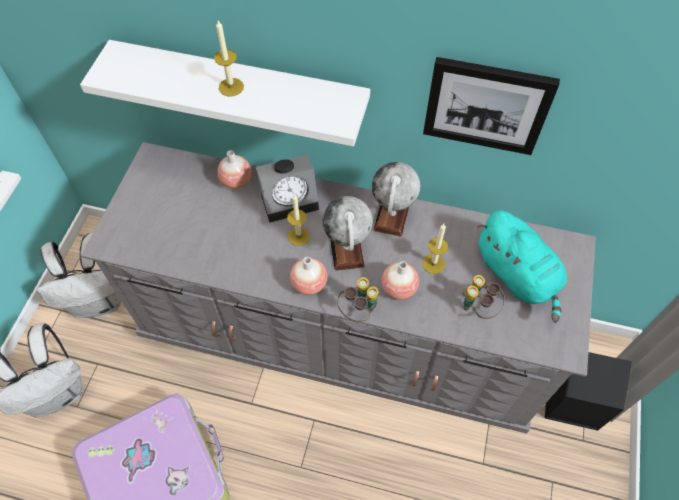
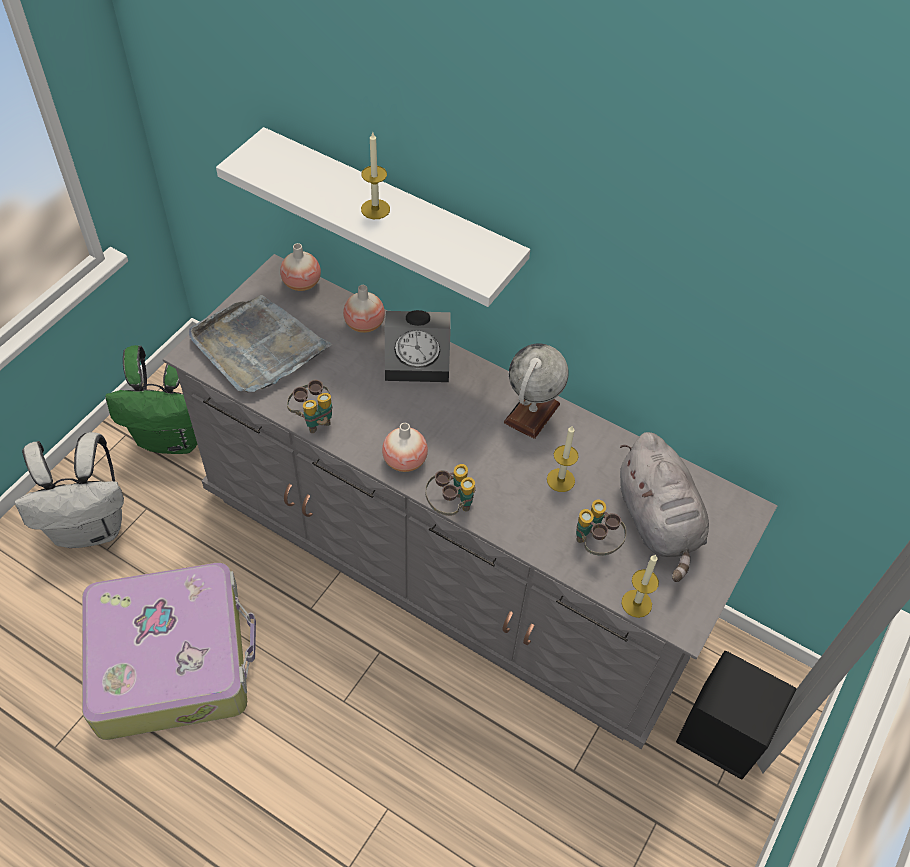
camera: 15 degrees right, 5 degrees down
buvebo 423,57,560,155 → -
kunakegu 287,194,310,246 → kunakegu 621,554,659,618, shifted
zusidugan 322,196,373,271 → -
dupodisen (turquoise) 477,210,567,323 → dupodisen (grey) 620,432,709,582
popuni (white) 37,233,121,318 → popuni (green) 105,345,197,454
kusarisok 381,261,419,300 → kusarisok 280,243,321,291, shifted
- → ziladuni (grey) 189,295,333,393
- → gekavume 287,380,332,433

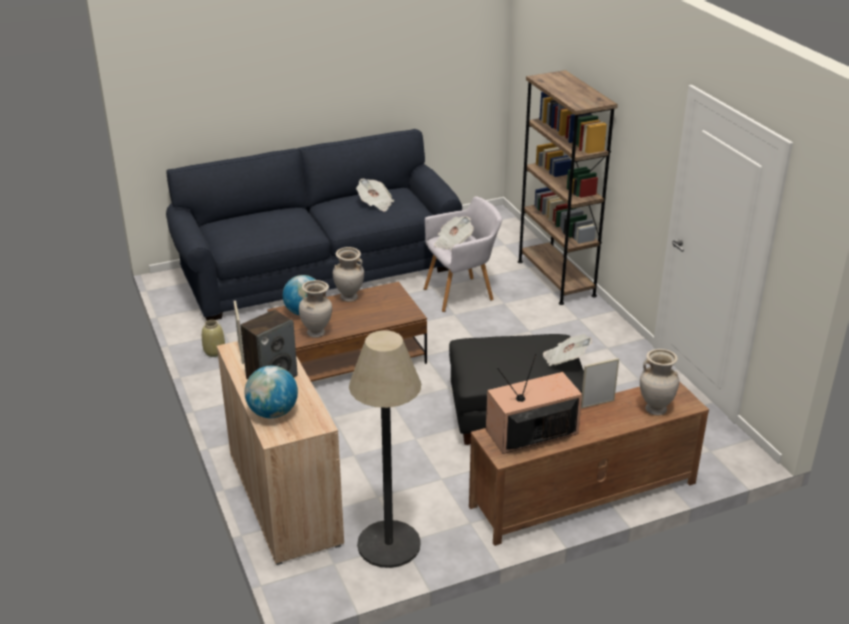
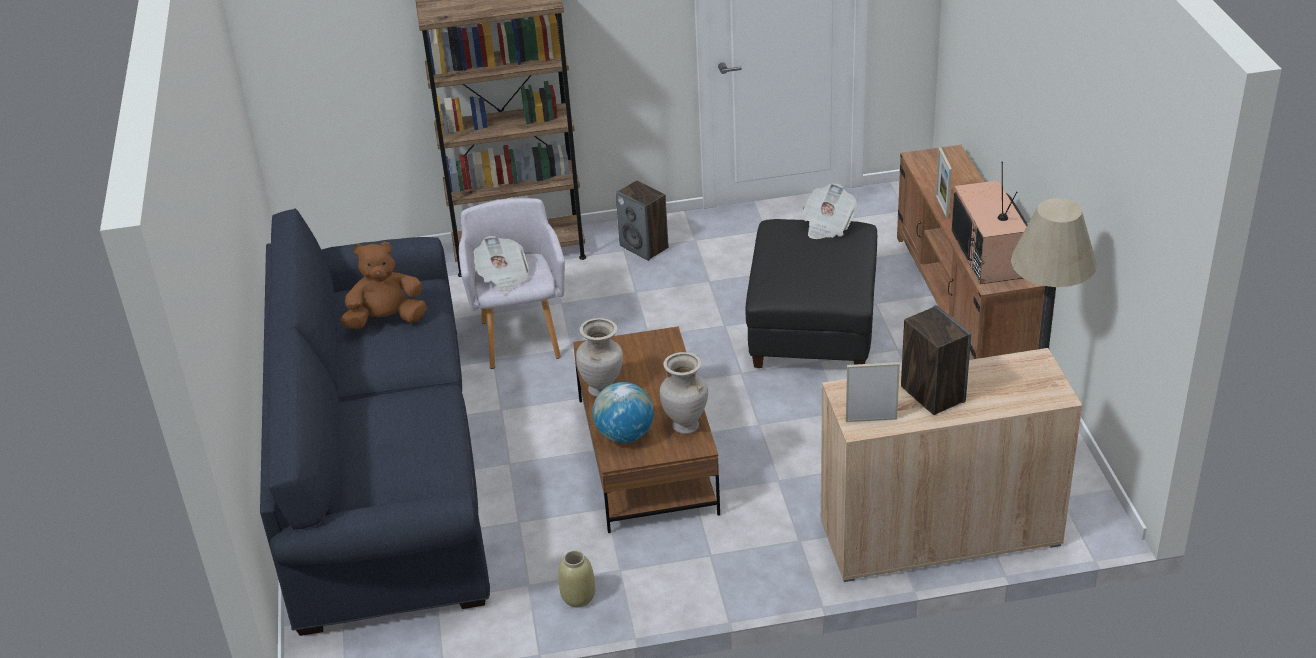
camera: 75 degrees left, 5 degrees up
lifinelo 356,179,394,211 → dupodisen (brown) 341,242,427,329
kusarisok (beige) 640,349,679,416 → -
zusidugan 245,366,298,418 → -
- → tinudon 616,180,669,261

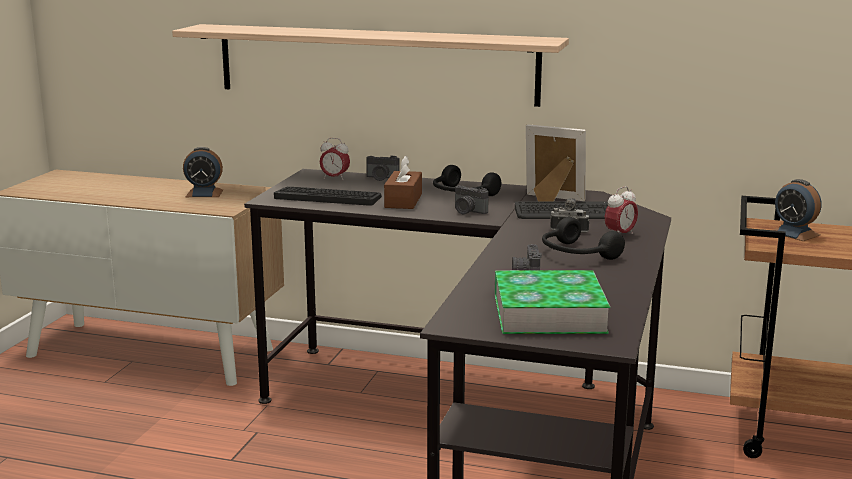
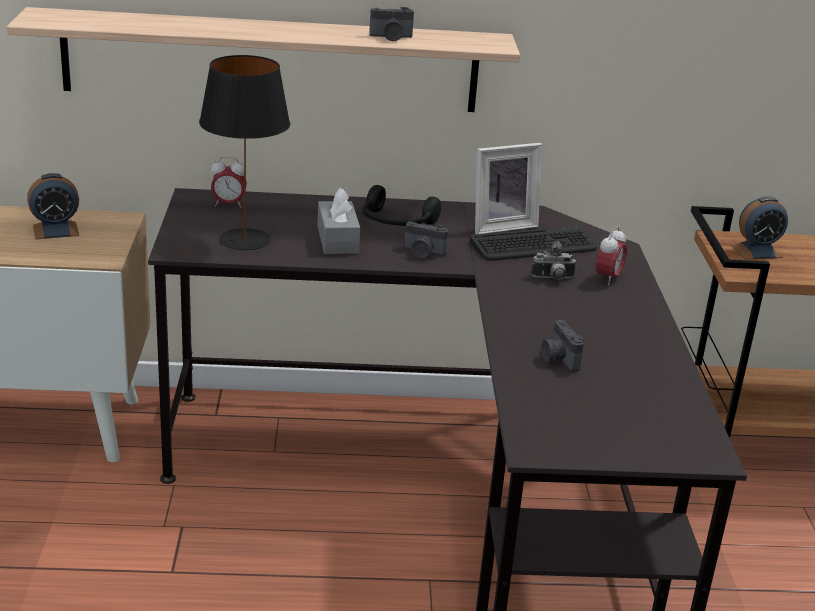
camera: 20 degrees left, 10 degrees up
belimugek 526,124,586,201 → belimugek 475,143,542,234, 150 degrees clockwise
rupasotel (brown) 384,155,422,209 → rupasotel (grey) 317,188,360,254
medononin 366,156,400,181 → medononin 369,7,414,41, shifted
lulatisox 773,179,822,241 → lulatisox 731,196,788,260, 45 degrees counterclockwise
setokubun 274,187,382,206 → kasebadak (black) 199,55,290,250
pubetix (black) 542,217,625,260 → -
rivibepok 494,270,610,334 → -

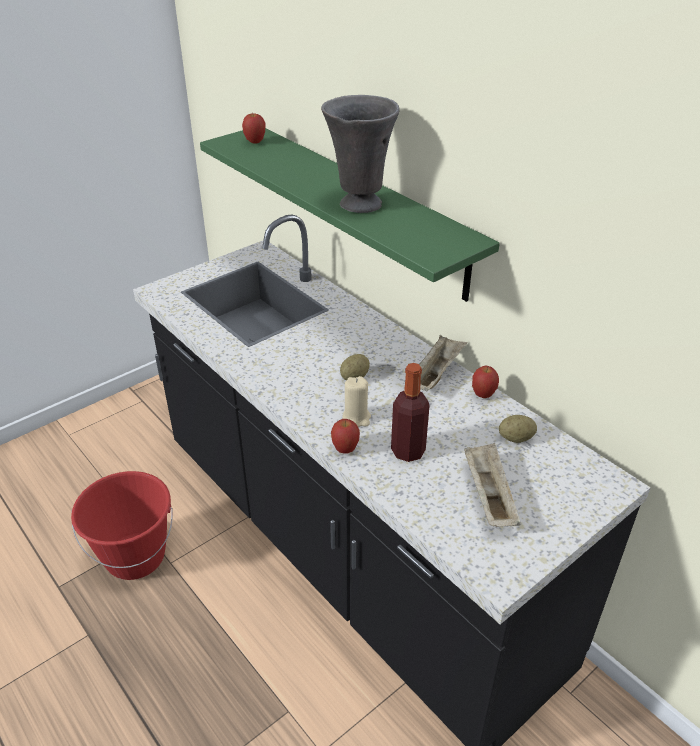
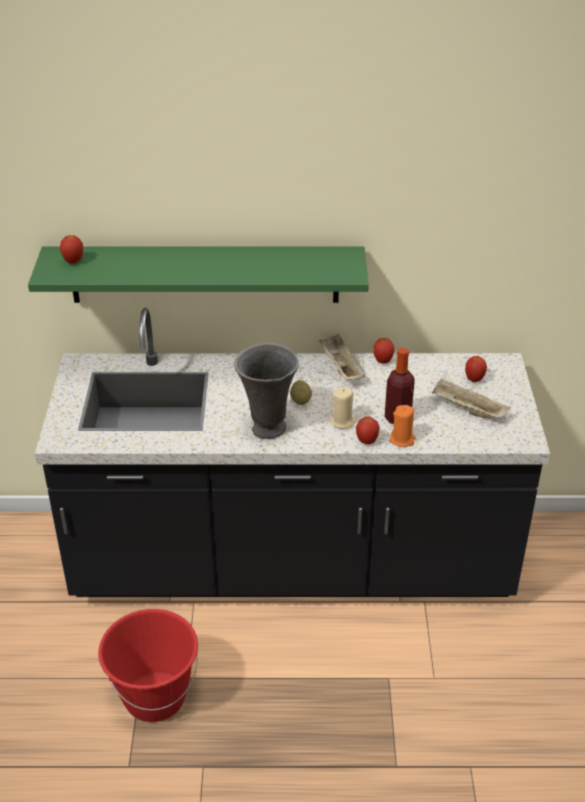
camera: 50 degrees left, 0 degrees up
kusarisok (grey) 321,95,400,213 → kusarisok (grey) 234,343,299,439, shifted
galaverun 499,415,537,443 → -
- → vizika 465,356,487,382
- → kunakegu (orange) 389,405,416,447

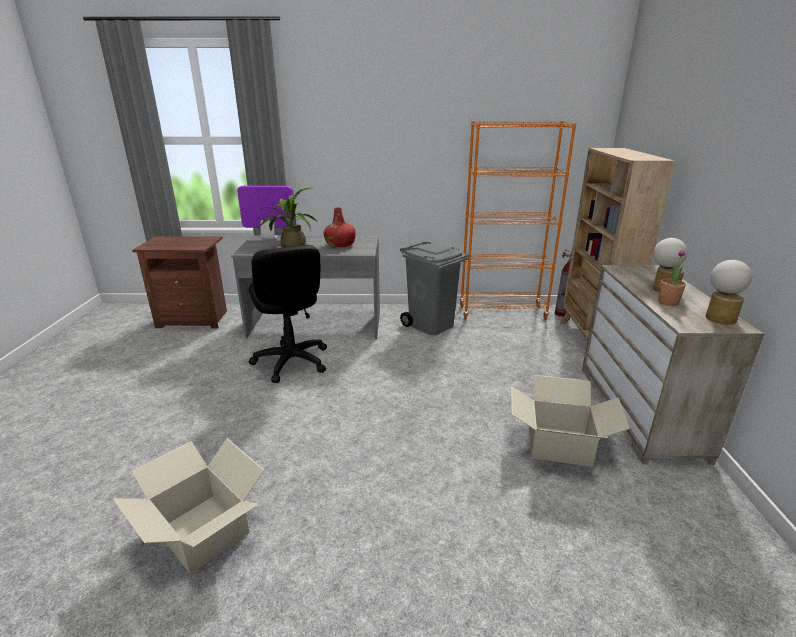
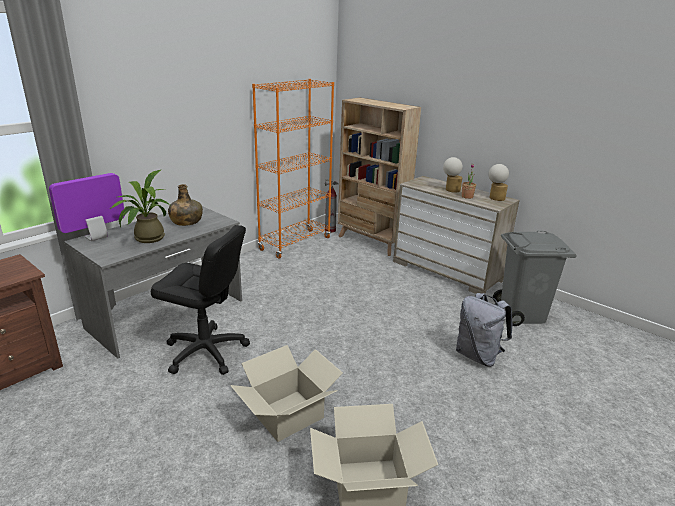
camera: 50 degrees left, 0 degrees up
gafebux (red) 324,207,356,247 → gafebux (green) 168,184,203,226
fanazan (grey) 400,242,469,335 → fanazan (grey) 493,231,577,326, shifted
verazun 511,375,630,467 → verazun 230,345,343,442, shifted
- → popuni (grey) 456,293,512,367

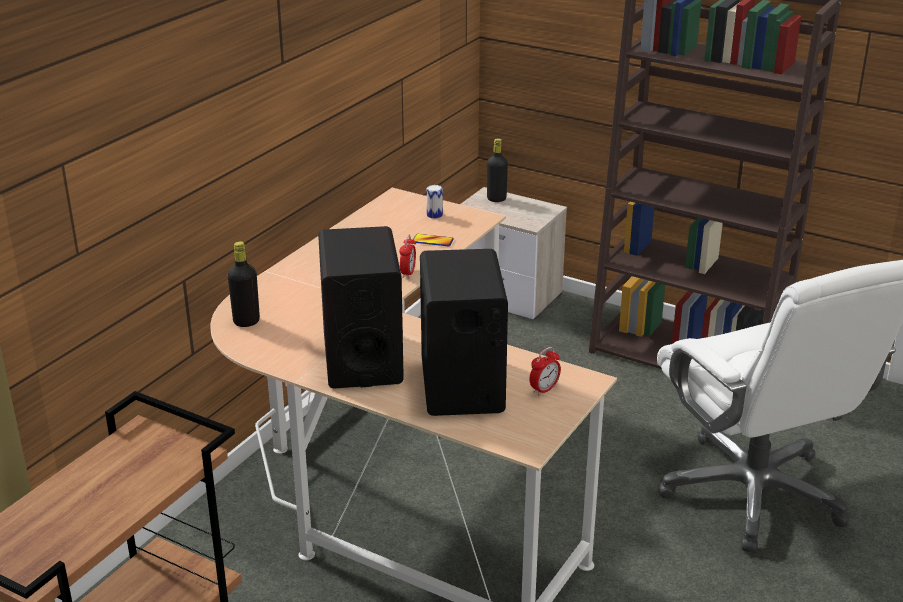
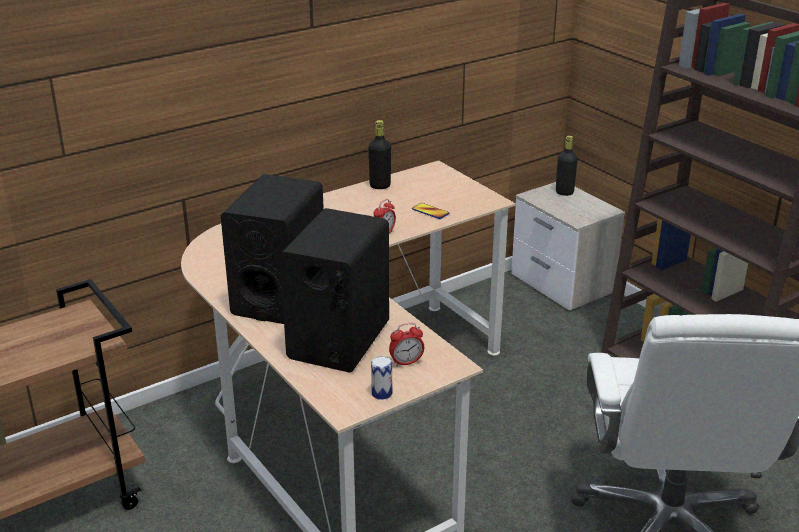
camera: 25 degrees right, 0 degrees up
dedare 427,185,443,219 → dedare 371,356,392,400, shifted
gafebux (black) 228,241,260,327 → gafebux (black) 368,120,391,189, shifted

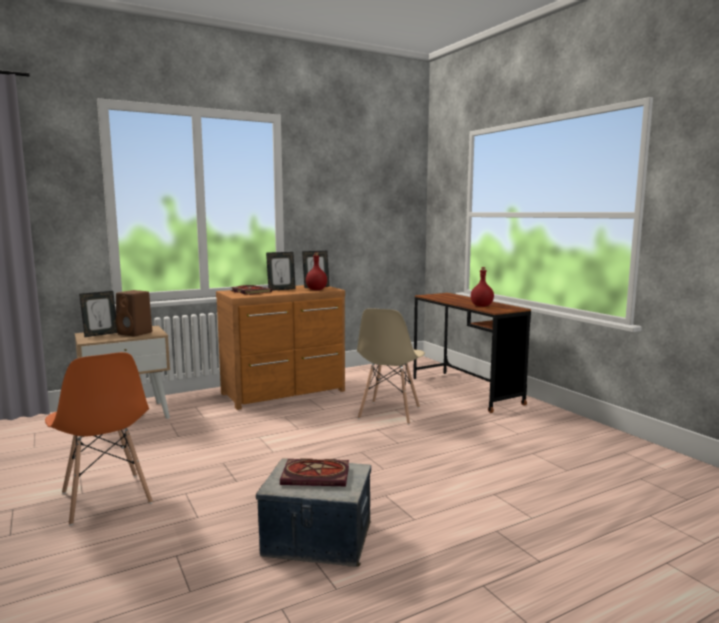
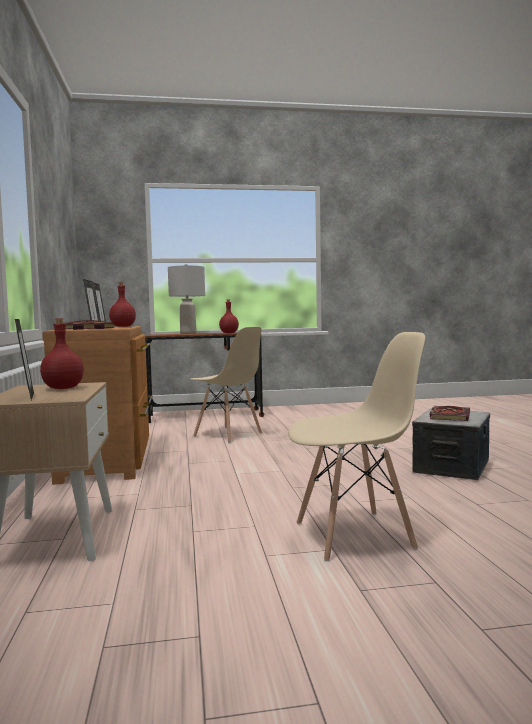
camera: 70 degrees left, 5 degrees down
tinudon (brown) 116,290,152,337 → gafebux (red) 40,318,84,389
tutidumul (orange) 45,352,153,526 → tutidumul (beige) 288,332,425,561
- → kasebadak (grey) 168,264,205,334

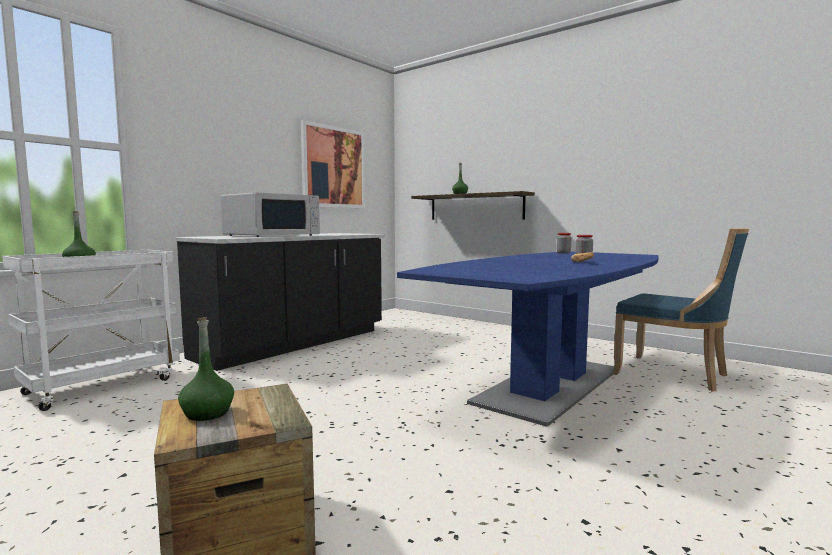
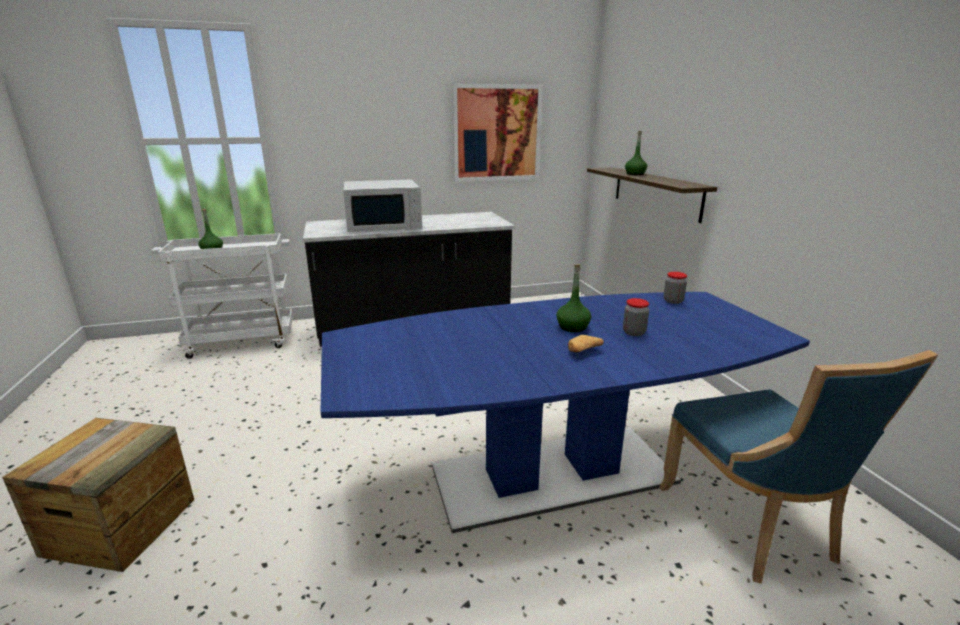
camera: 35 degrees right, 15 degrees up
gafebux (green) 178,317,234,421 → gafebux (green) 556,264,591,332, shifted

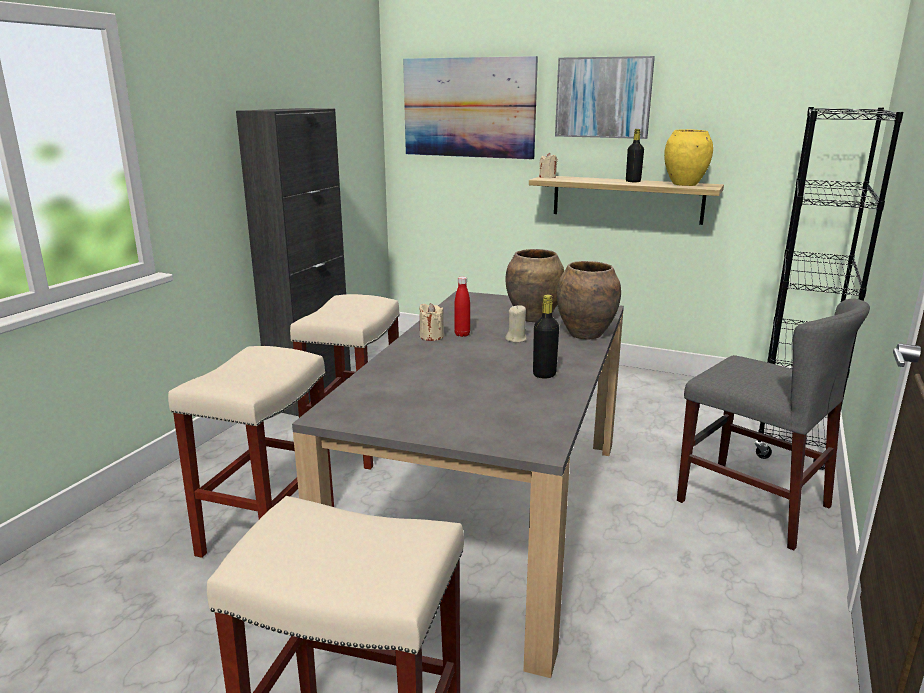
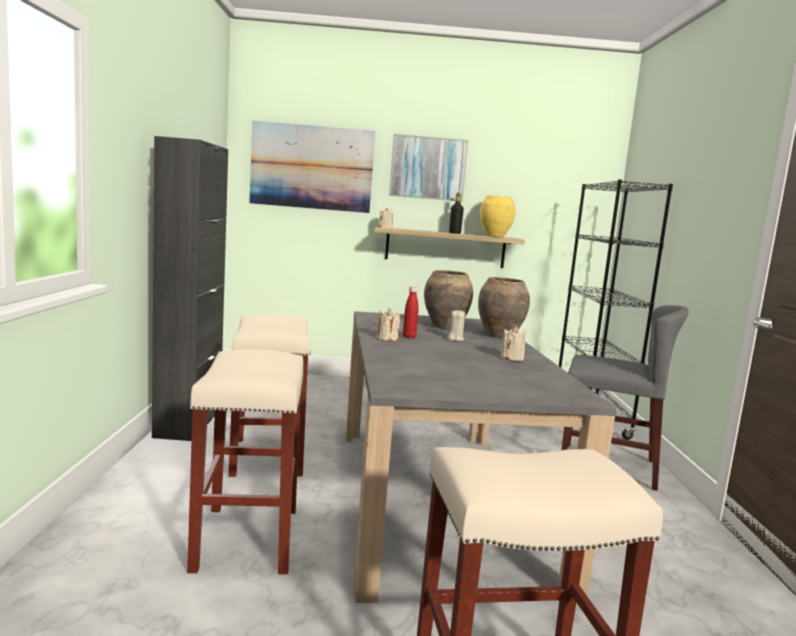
camera: 25 degrees left, 10 degrees down
gafebux (black) 533,295,559,379 → kunakegu (beige) 501,326,527,361

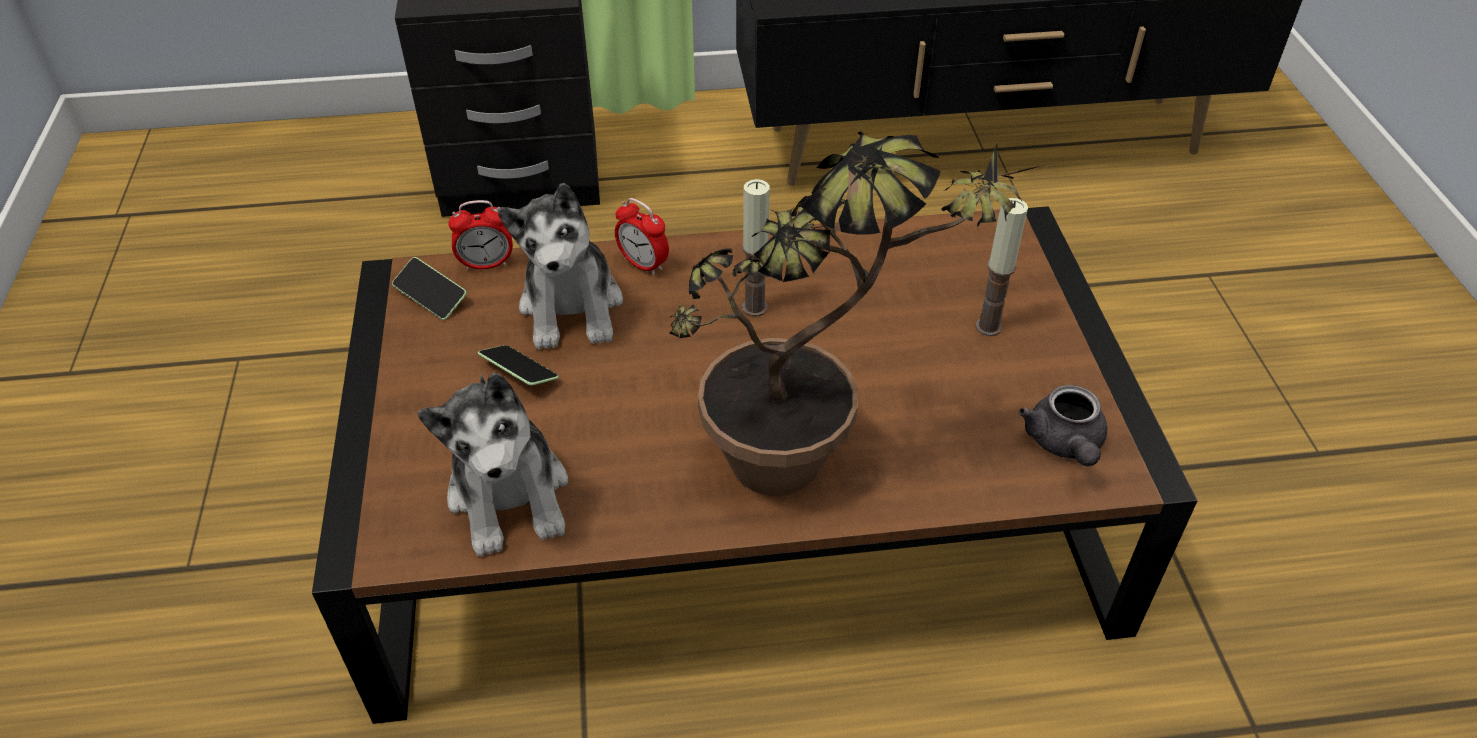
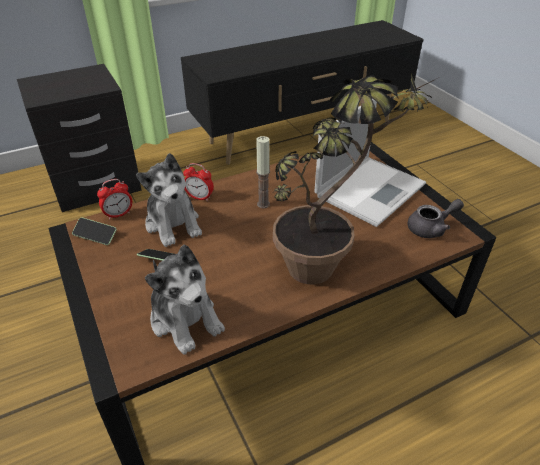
camera: 20 degrees left, 5 degrees down
kunakegu 976,198,1028,336 → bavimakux 314,99,426,227
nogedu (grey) 1019,385,1107,466 → nogedu (grey) 407,199,464,238, 90 degrees counterclockwise

